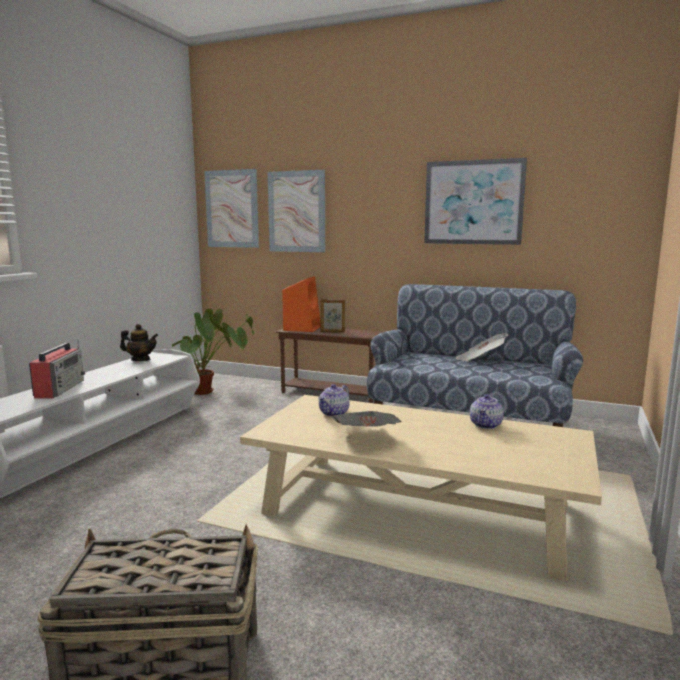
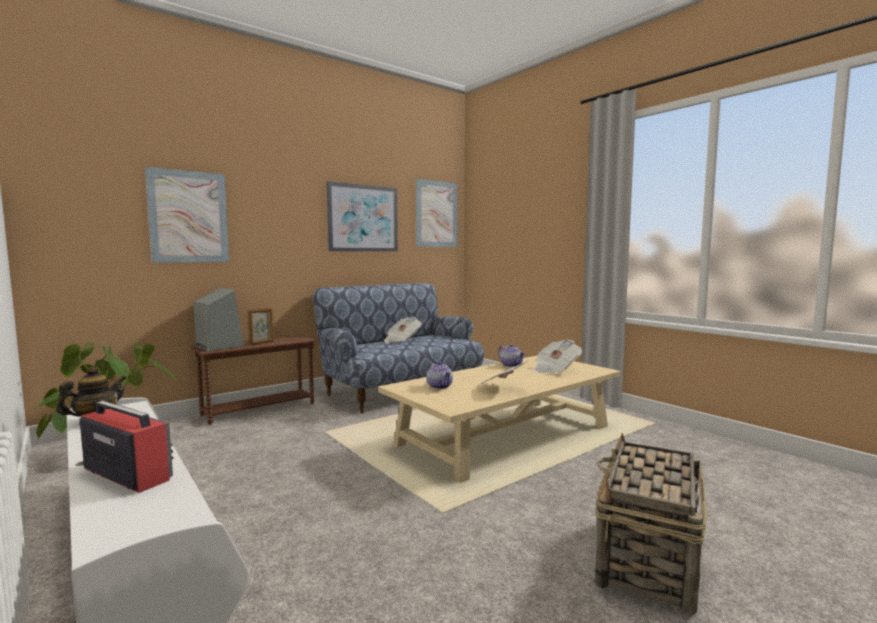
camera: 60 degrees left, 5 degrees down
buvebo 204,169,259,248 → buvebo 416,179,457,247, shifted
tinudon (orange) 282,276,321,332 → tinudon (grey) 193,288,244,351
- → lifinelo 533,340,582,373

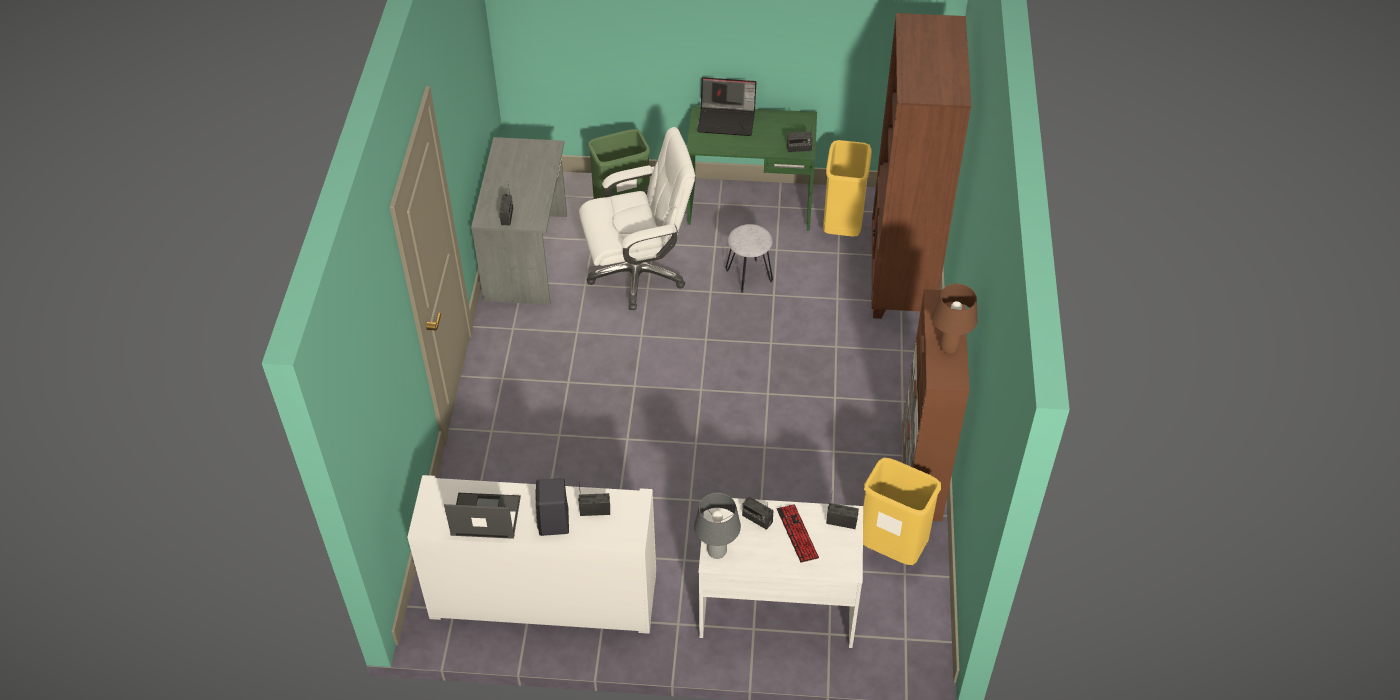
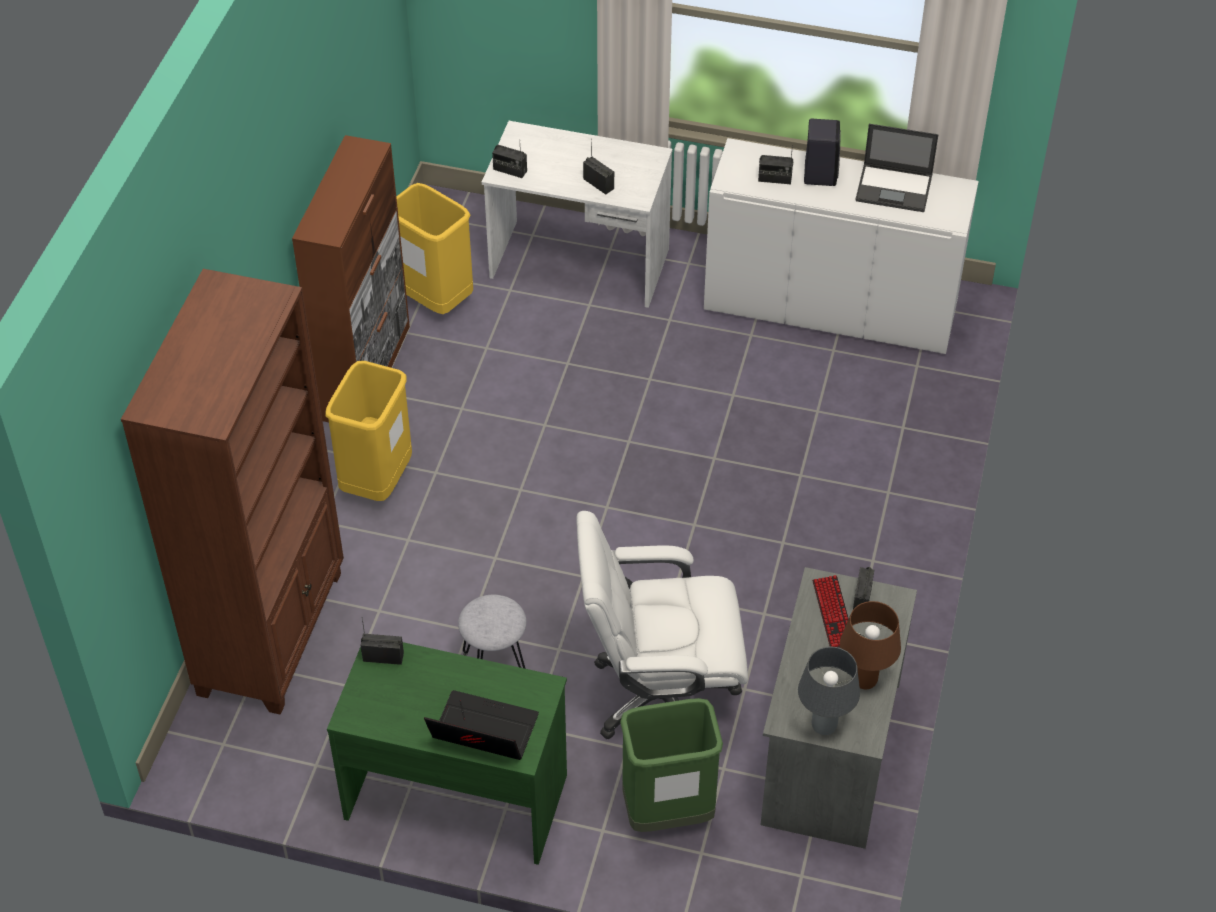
camera: 170 degrees left, 0 degrees up
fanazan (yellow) 823,140,872,237 → fanazan (yellow) 325,361,412,501, shifted
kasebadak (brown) 932,284,977,354 → kasebadak (brown) 840,601,901,689, shifted
kasebadak (grey) 694,493,741,559 → kasebadak (grey) 798,647,860,735, shifted
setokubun 777,504,819,563 → setokubun 812,575,849,648, shifted

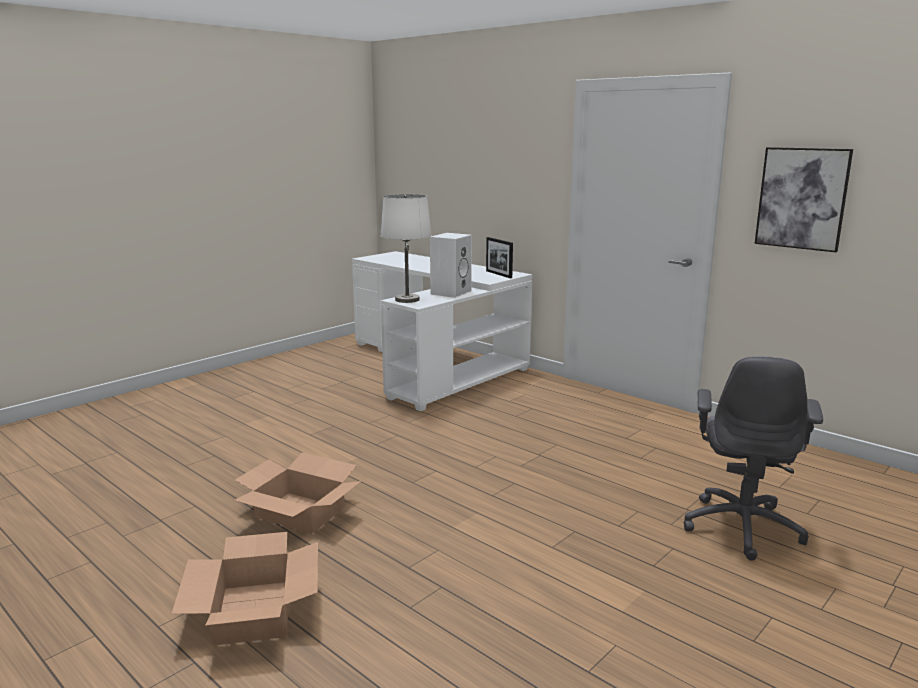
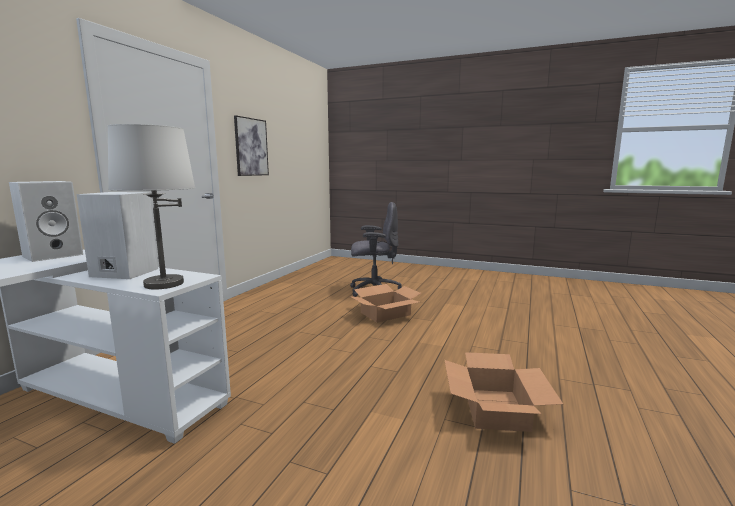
camera: 110 degrees left, 5 degrees down
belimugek 486,237,513,278 → tinudon (white) 9,181,83,262
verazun 172,532,318,646 → verazun 350,284,421,323, shifted

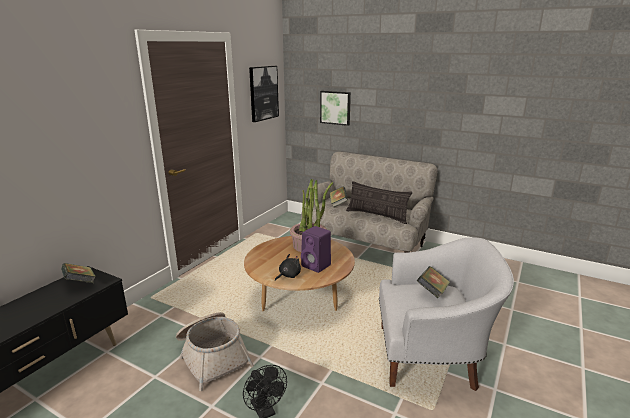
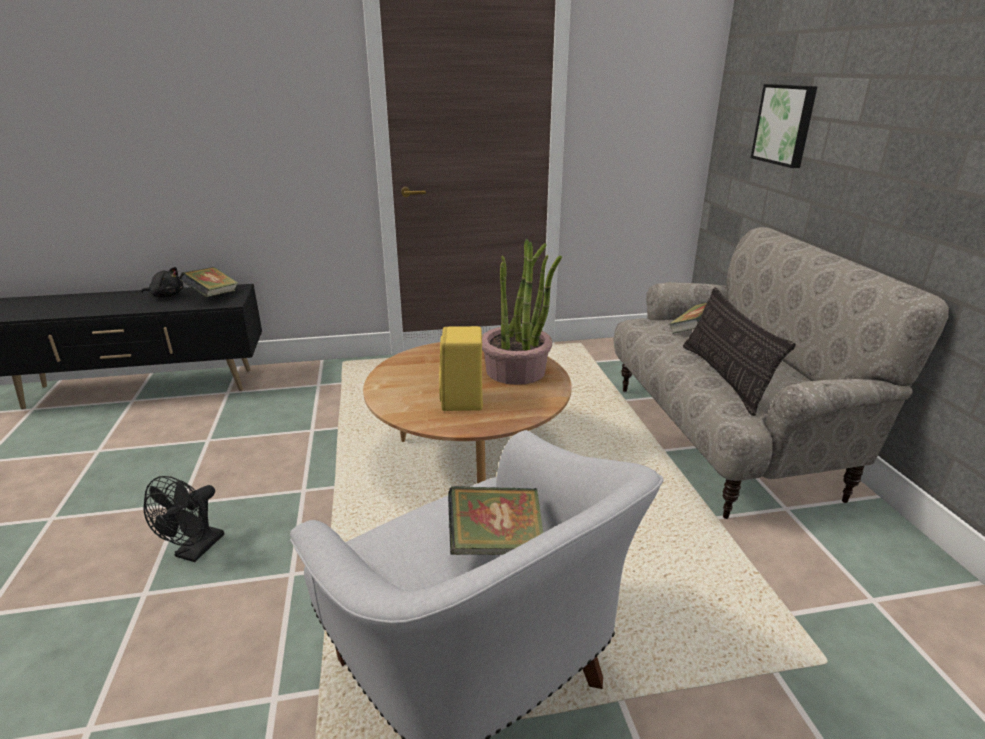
camera: 50 degrees right, 5 degrees up
buvebo 249,66,279,122 → -
tinudon (purple) 301,226,331,273 → tinudon (yellow) 439,326,483,411
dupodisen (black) 275,254,301,281 → dupodisen (black) 141,267,183,297, shifted
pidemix 176,312,254,391 → -

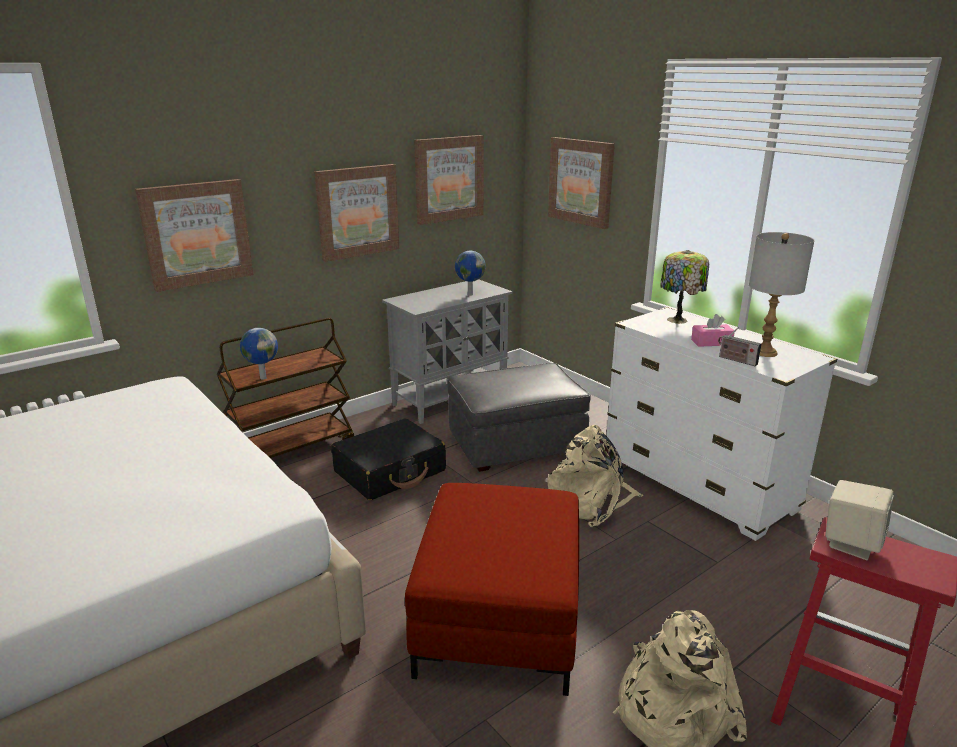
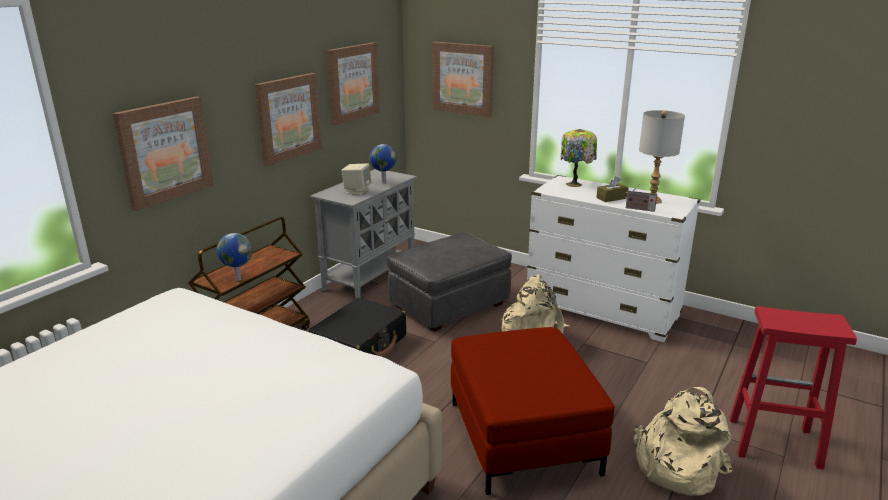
camera: 20 degrees left, 0 degrees up
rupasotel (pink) 691,314,735,347 → rupasotel (brown) 596,176,629,202
tinudon (beige) 825,480,894,560 → tinudon (beige) 341,164,371,195, shifted

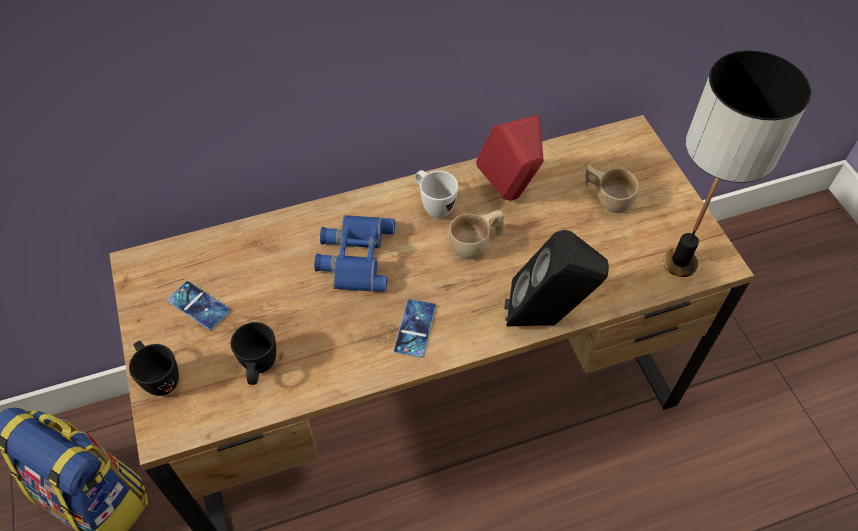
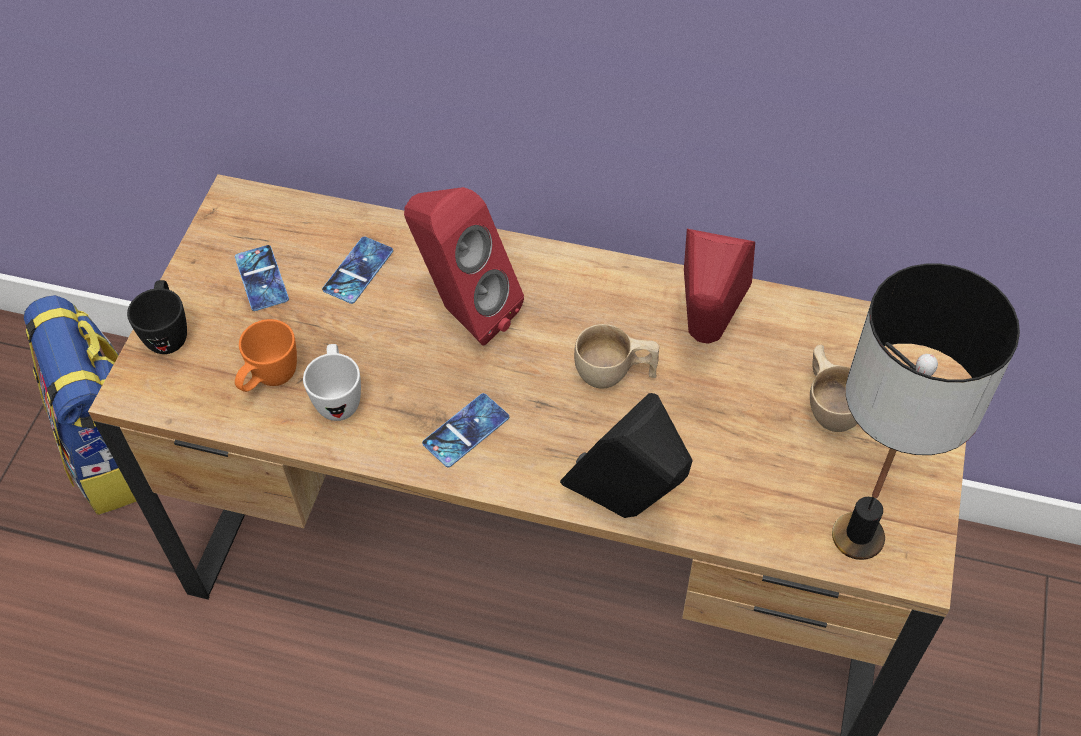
camera: 35 degrees right, 0 degrees up
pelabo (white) 415,170,458,218 → pelabo (white) 303,344,361,421, shifted
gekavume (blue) 314,215,395,292 → tinudon (red) 404,187,524,346
pelabo (black) 231,322,276,385 → pelabo (orange) 235,319,297,392
- → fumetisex 322,237,393,304

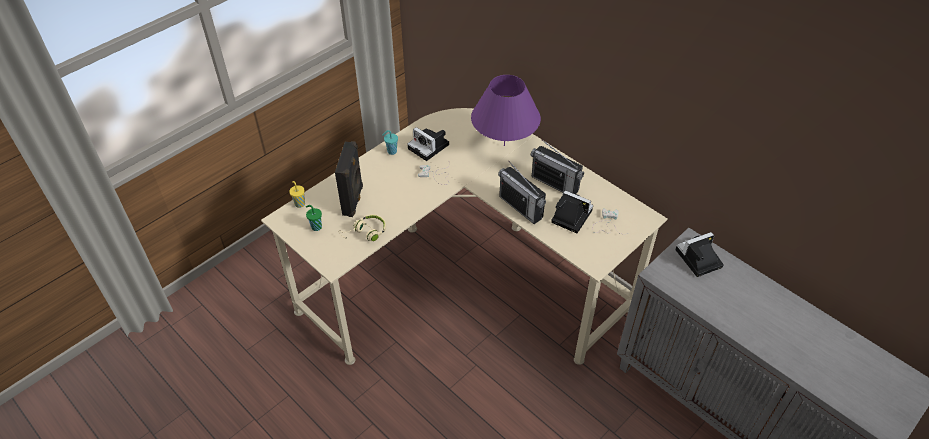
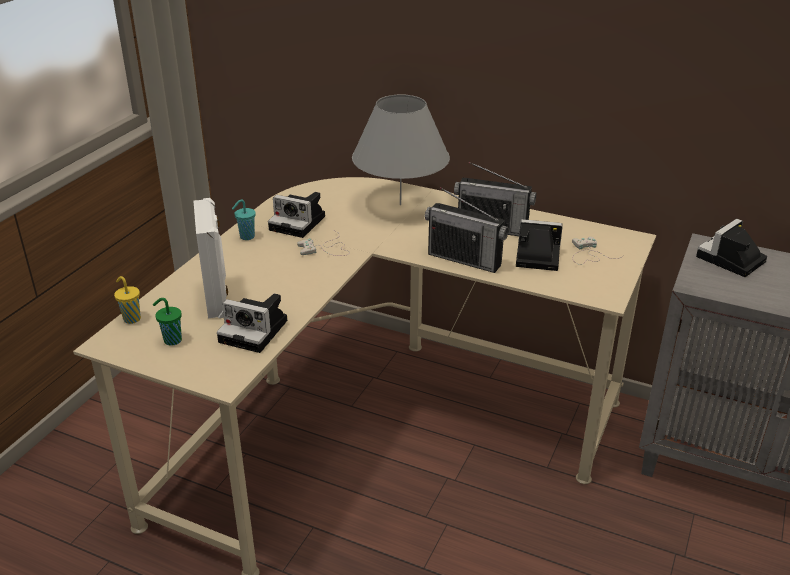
camera: 20 degrees left, 15 degrees down
kasebadak (purple) 471,75,541,146 → kasebadak (grey) 352,94,450,205
tinudon (black) 335,141,363,217 → tinudon (white) 193,198,228,319
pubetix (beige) 339,214,386,242 → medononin 217,293,287,353

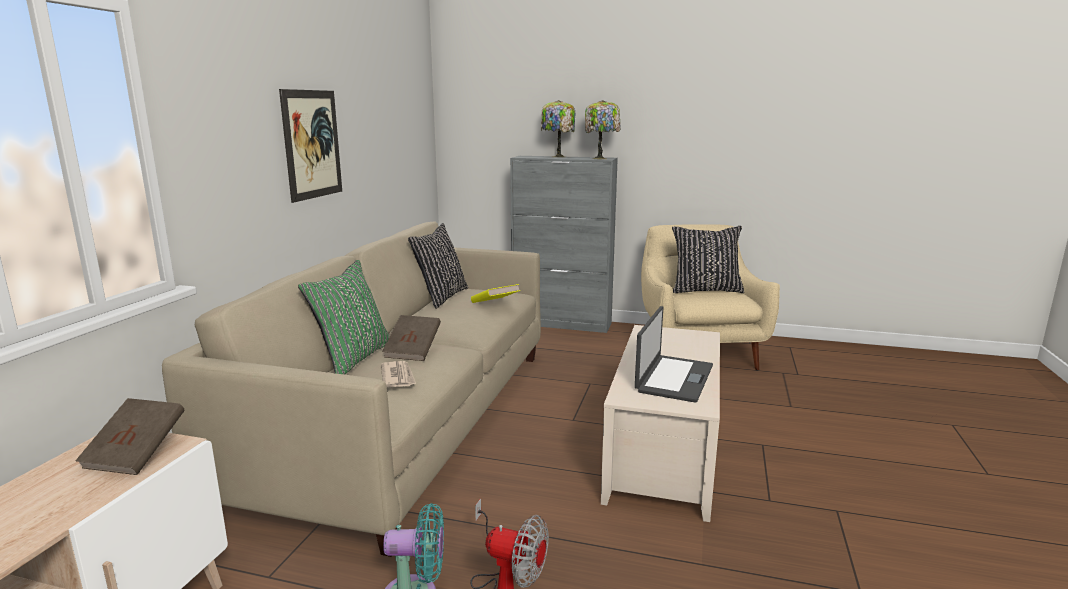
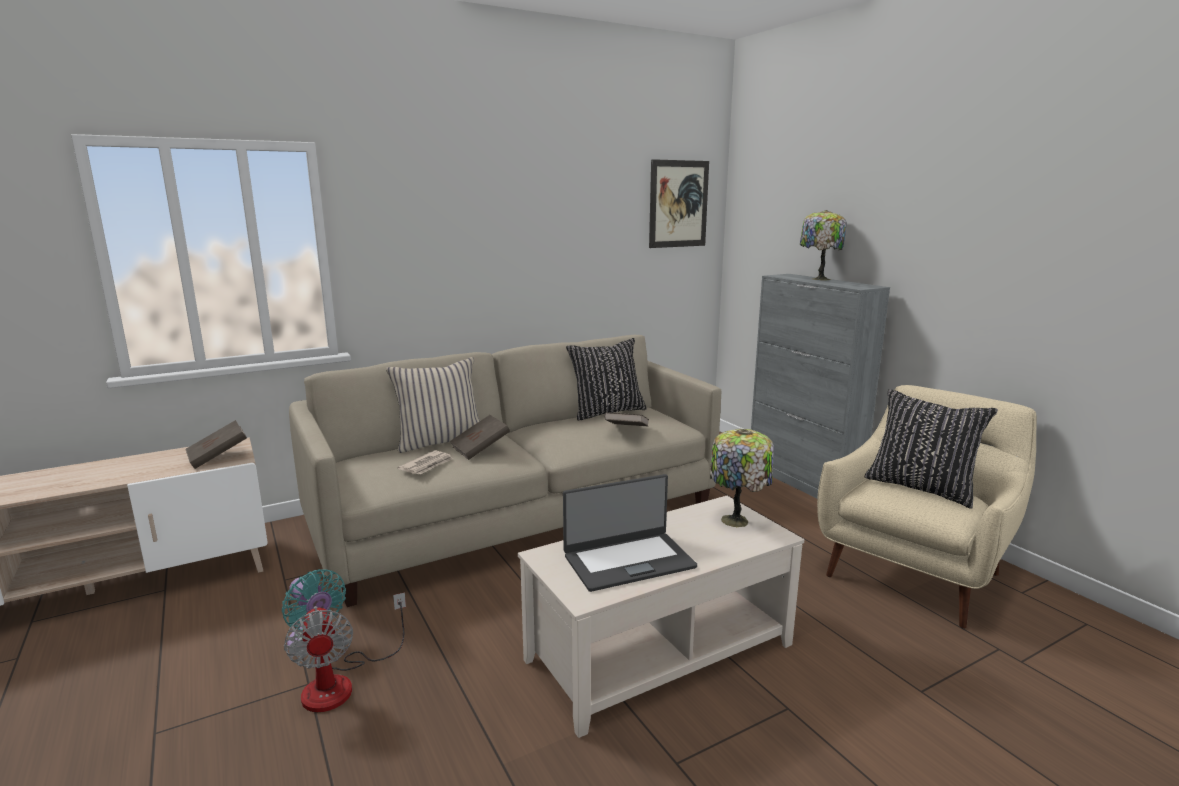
camera: 45 degrees right, 0 degrees up
buvebo 279,89,342,203 → buvebo 649,159,709,248, shifted
kasebadak 585,100,621,159 → kasebadak 710,429,774,527, shifted
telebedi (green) 298,260,390,375 → telebedi (beige) 386,357,480,453
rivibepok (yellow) 471,284,520,303 → rivibepok (brown) 604,412,649,427

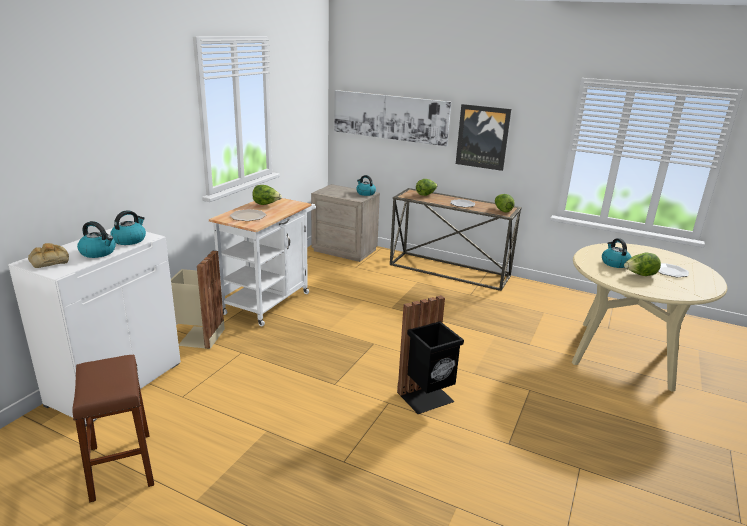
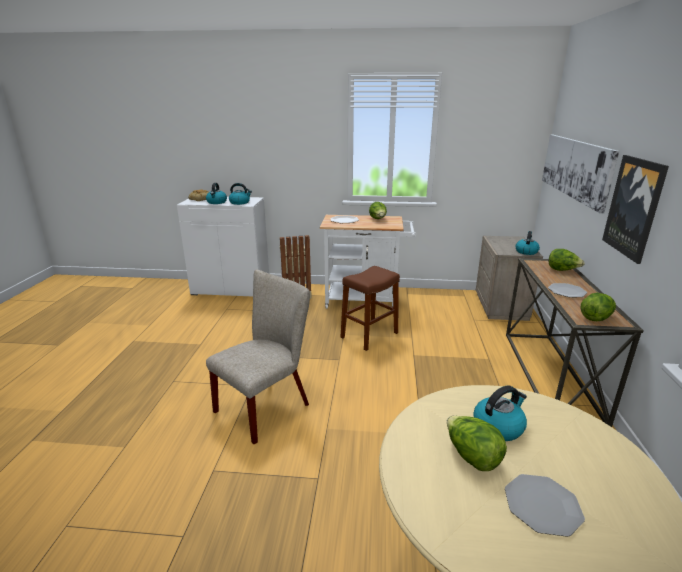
camera: 70 degrees right, 0 degrees up
fanazan (black) 397,295,464,414 → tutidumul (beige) 206,270,310,444
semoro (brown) 72,355,154,502 → semoro (brown) 340,266,400,351, shifted

